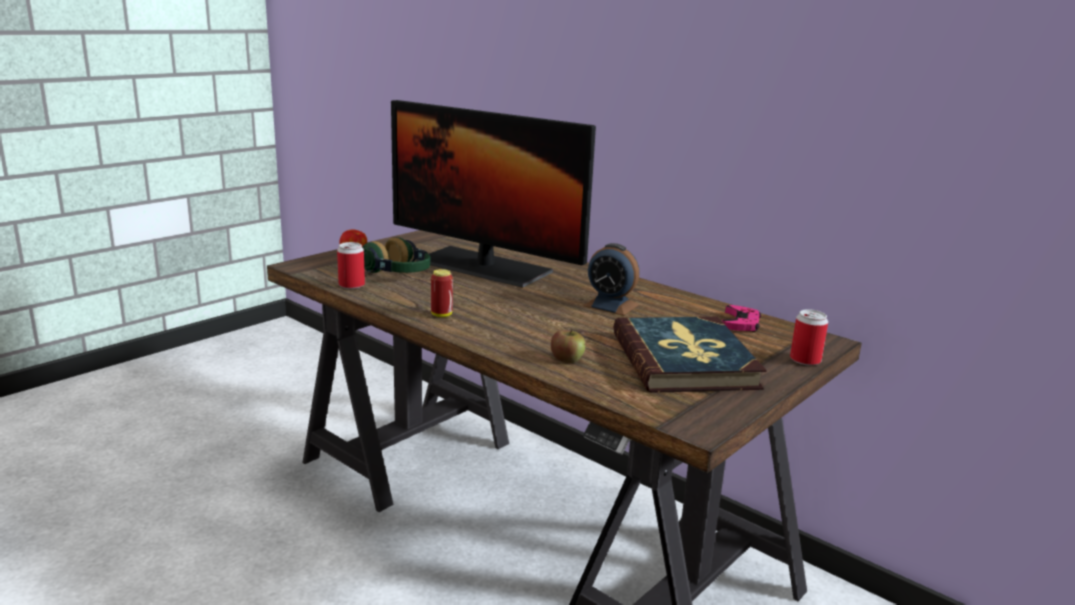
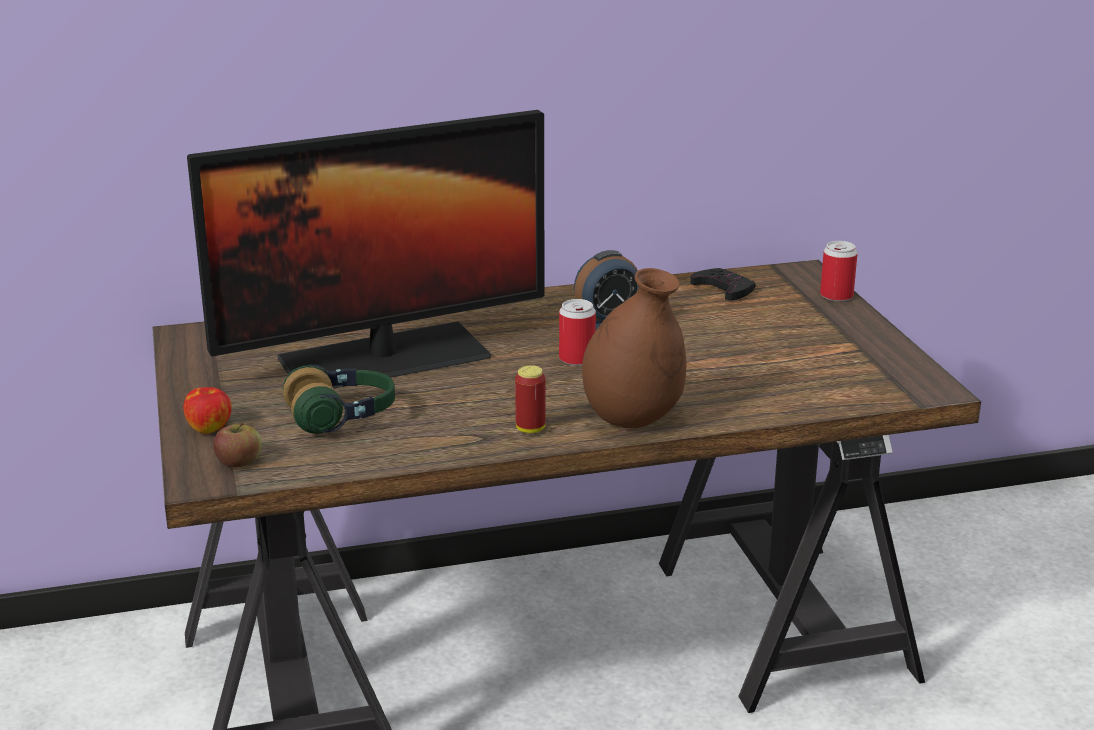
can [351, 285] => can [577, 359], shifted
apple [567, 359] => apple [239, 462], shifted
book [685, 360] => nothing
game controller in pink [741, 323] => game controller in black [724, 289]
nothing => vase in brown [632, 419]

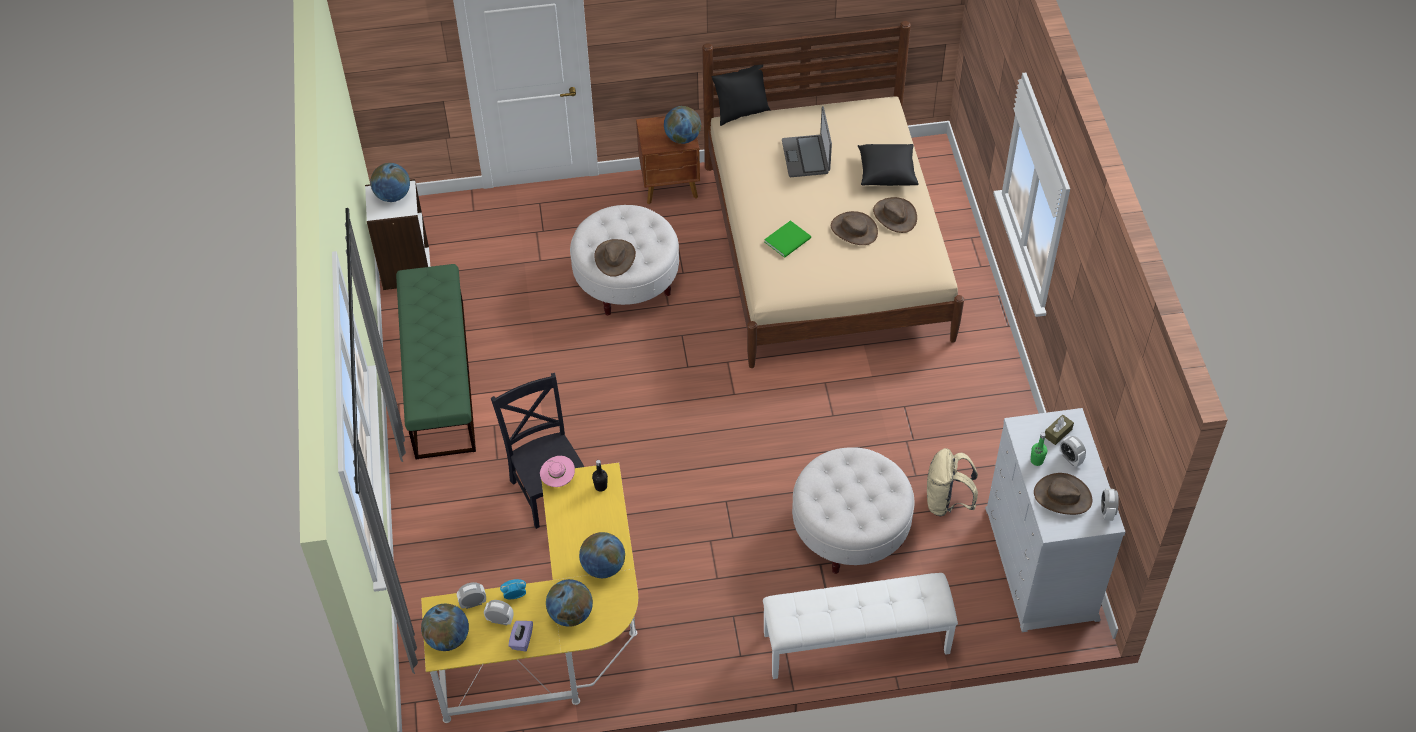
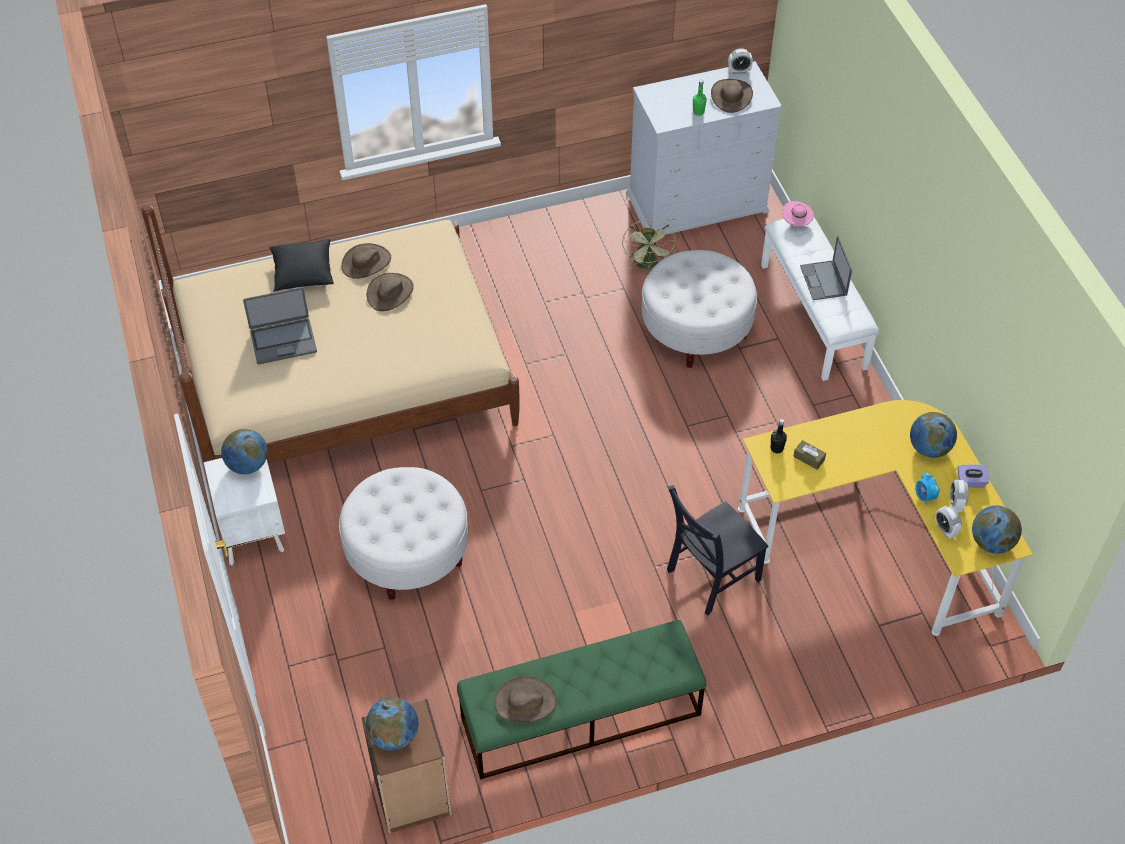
bookcase in white [405, 268] => bookcase in brown [412, 797]
hat in pink [558, 479] => hat in pink [796, 222], shifted
globe [603, 567] => nothing
hat in brown [615, 258] => hat in brown [525, 702], shifted
nightstand in brown [670, 185] => nightstand in white [252, 533]
pillow in black [741, 113] => nothing
book in green [789, 240] => nothing
backpack in beige [947, 502] => fan in green [648, 266]
tissue box in brown [1058, 433] => tissue box in brown [808, 458], shifted
alarm clock [1070, 458] => nothing
nothing => laptop [823, 281]

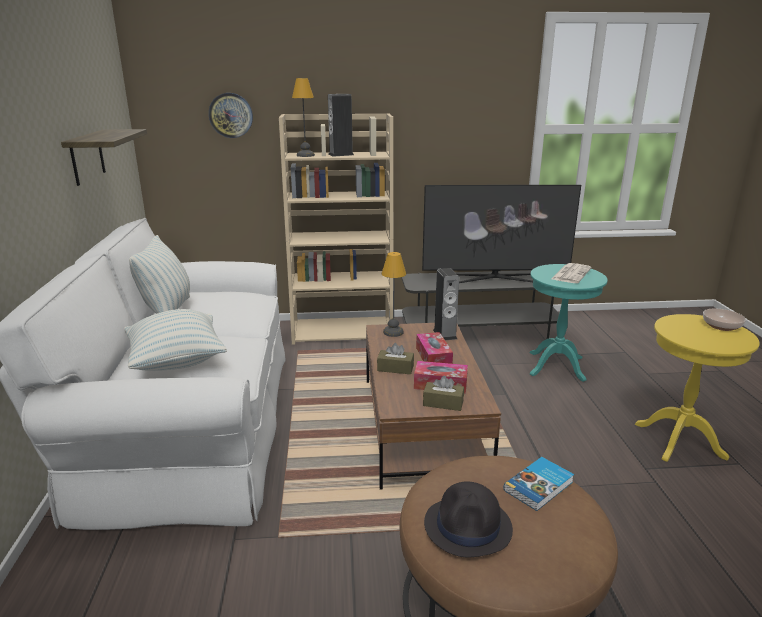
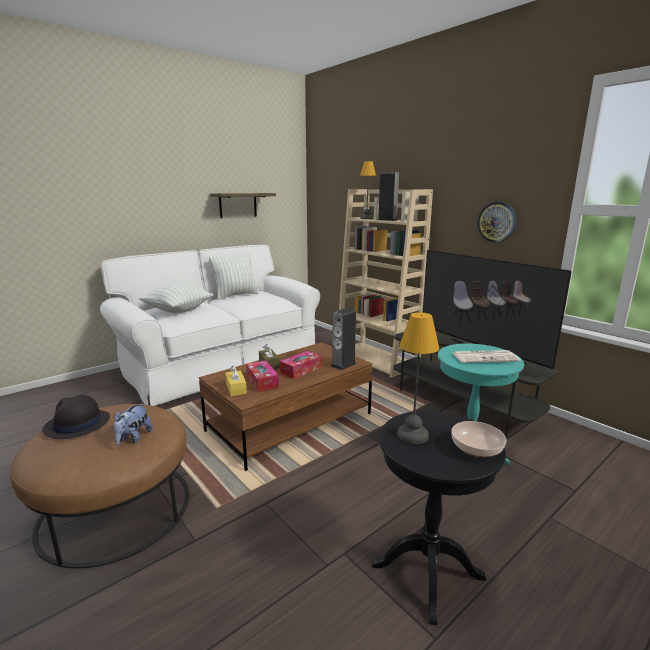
wall clock [231, 115] => wall clock [497, 222], shifted
table lamp [394, 332] => table lamp [413, 435], shifted
tissue box in brown [443, 403] => tissue box in yellow [236, 388]
book [540, 486] => plush toy [133, 438]
side table in yellow [679, 440] => side table in black [427, 571]

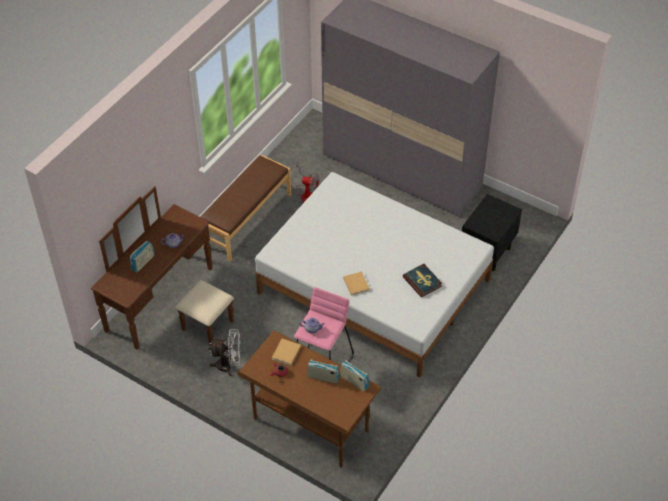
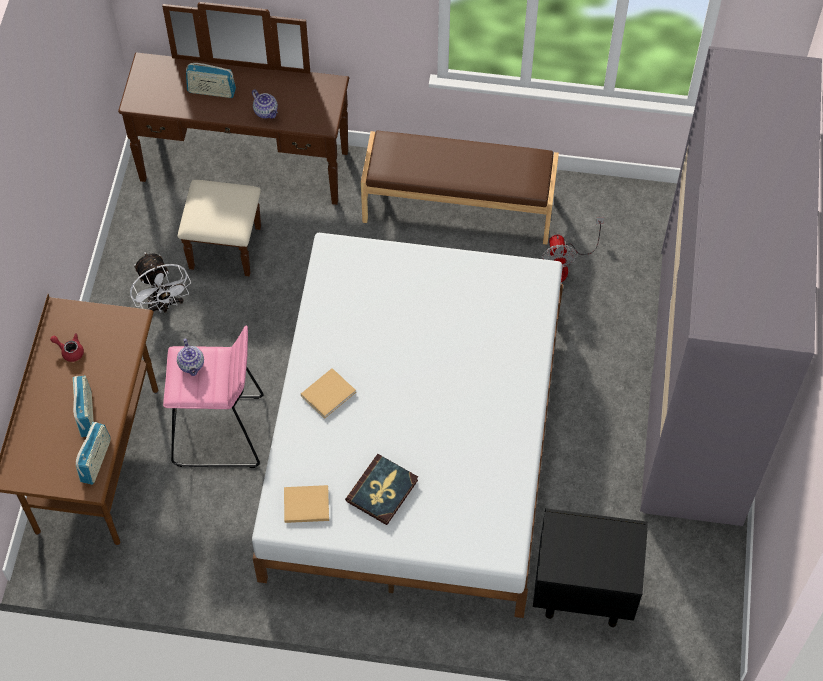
book in beige [286, 353] => book in beige [304, 505], shifted

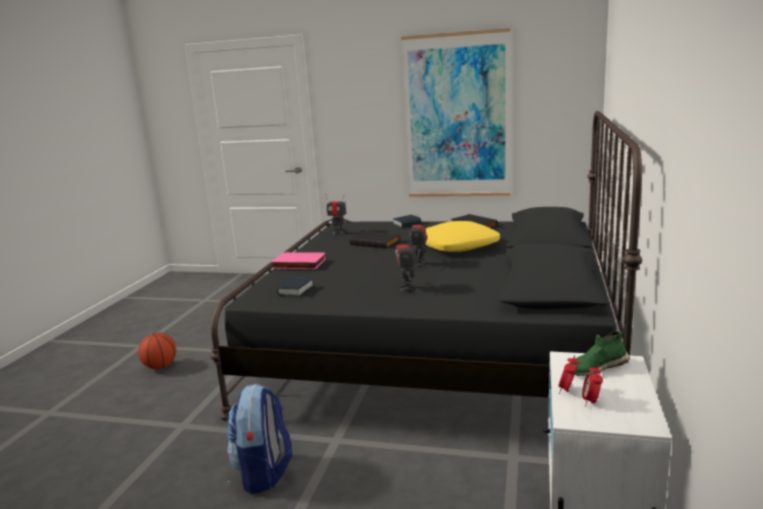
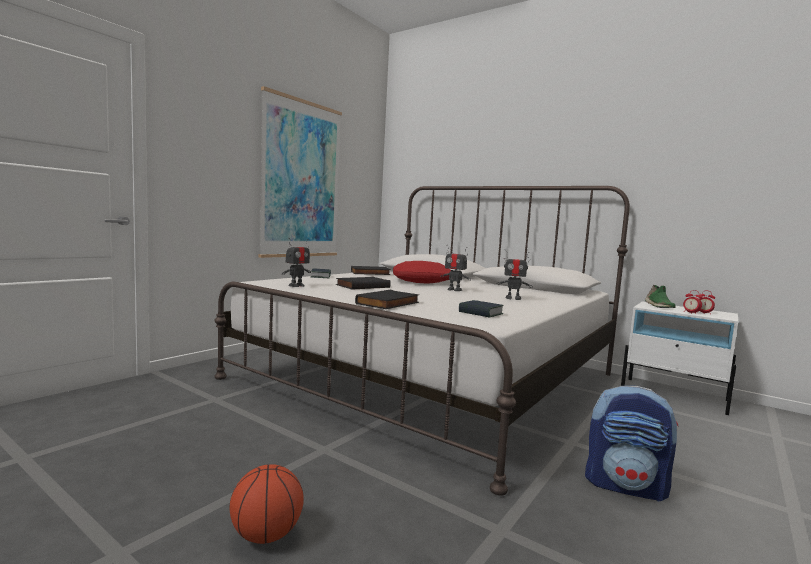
bed in black [437, 349] => bed in white [430, 376]
book in pink [298, 264] => book in black [388, 303]
pillow in yellow [458, 247] => pillow in red [422, 281]

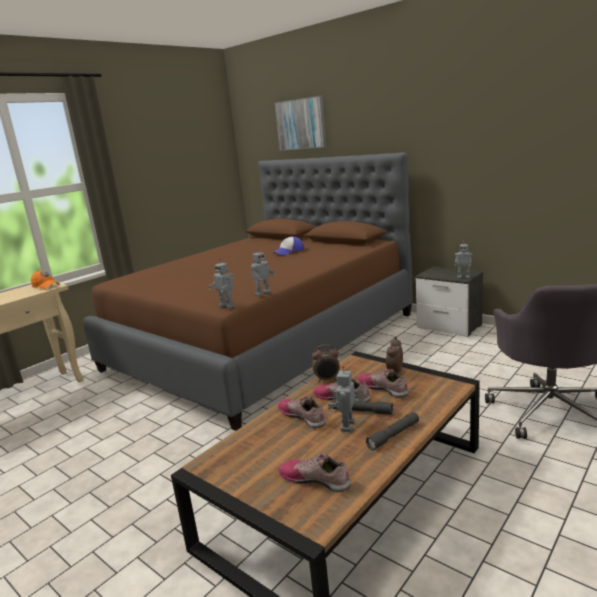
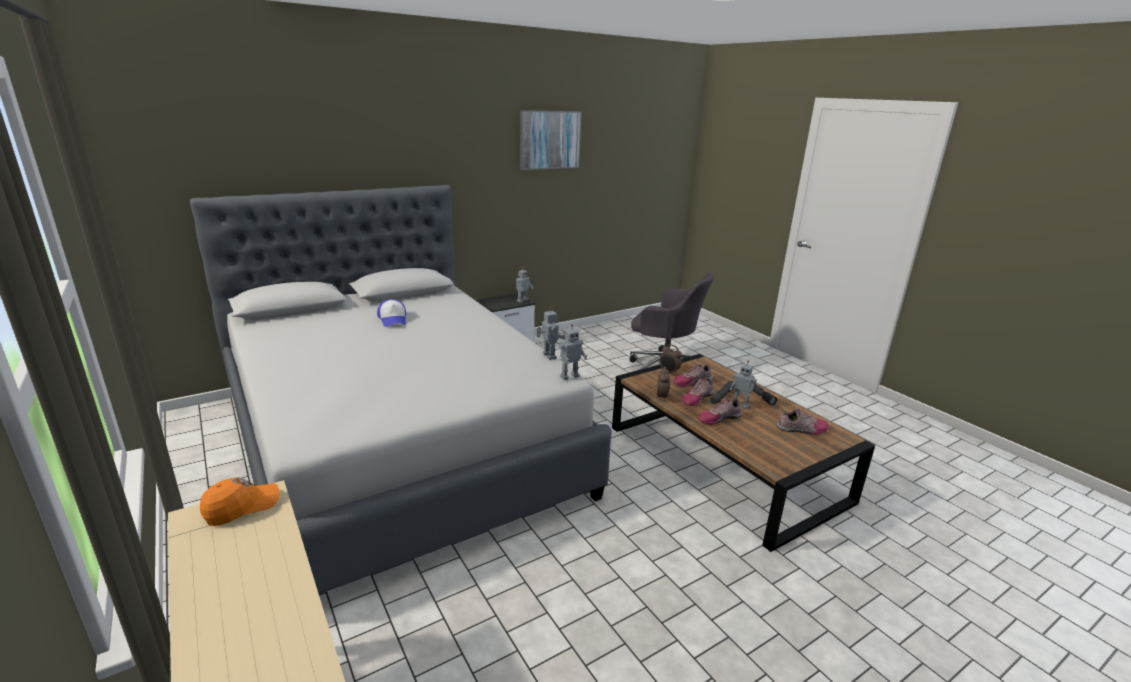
bed in brown [264, 341] => bed in grey [399, 444]
picture [301, 124] => picture [549, 140], shifted
shoe [315, 479] => shoe [802, 429], 135 degrees counterclockwise

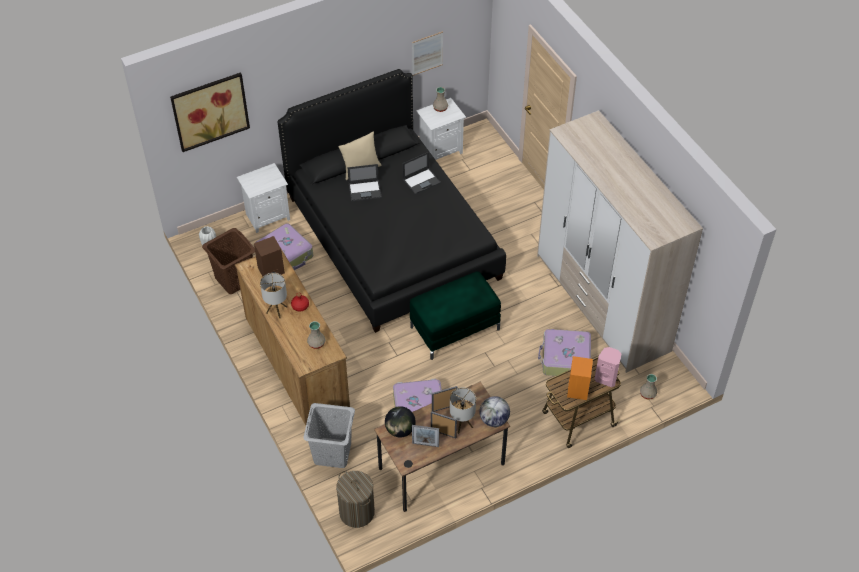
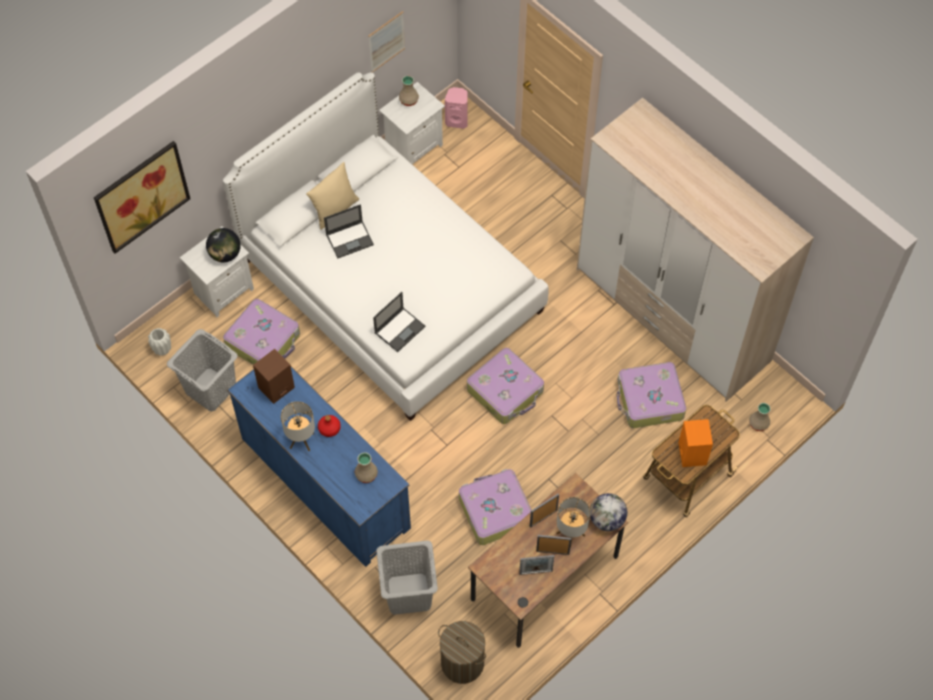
laundry basket in brown [235, 279] => laundry basket in grey [211, 389]
dresser in brown [296, 361] => dresser in blue [325, 482]
bed in black [392, 237] => bed in white [391, 284]
globe [400, 430] => globe [225, 254], shifted
laptop [422, 181] => laptop [400, 329], shifted
ottoman in green [455, 328] => suitcase [506, 391]
speaker in pink [606, 378] => speaker in pink [457, 120], shifted

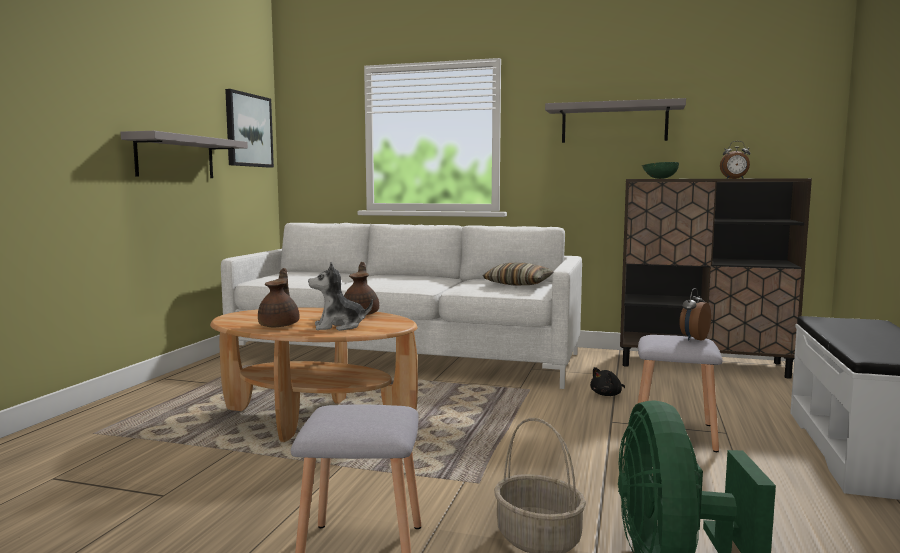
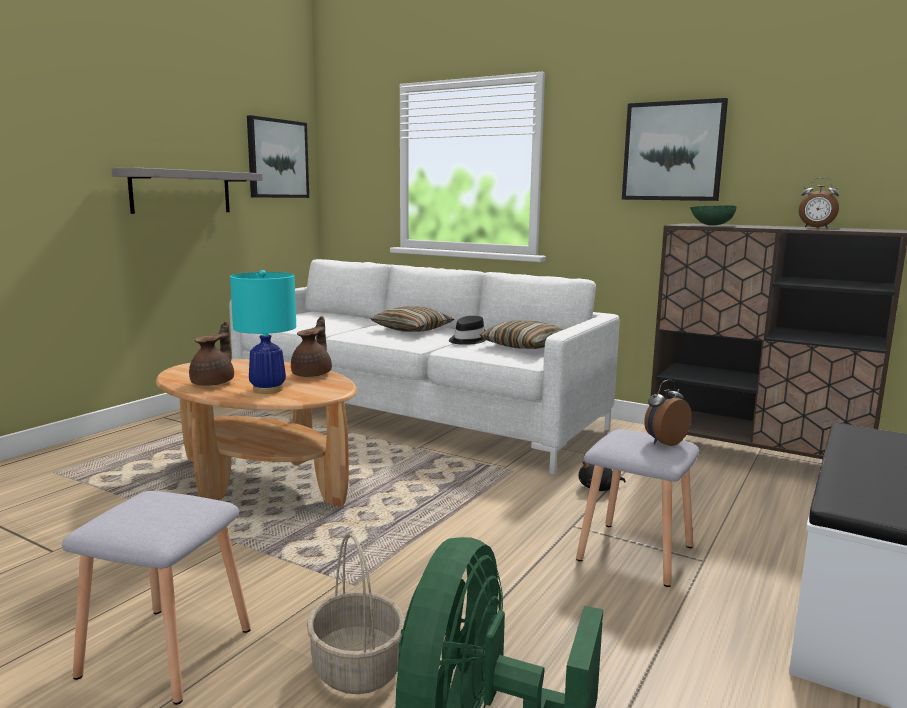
plush toy [339, 326] => table lamp in turquoise [268, 390]
shelf in grey [614, 123] => picture [673, 151]
nothing => pillow [412, 329]
nothing => hat in black [467, 340]

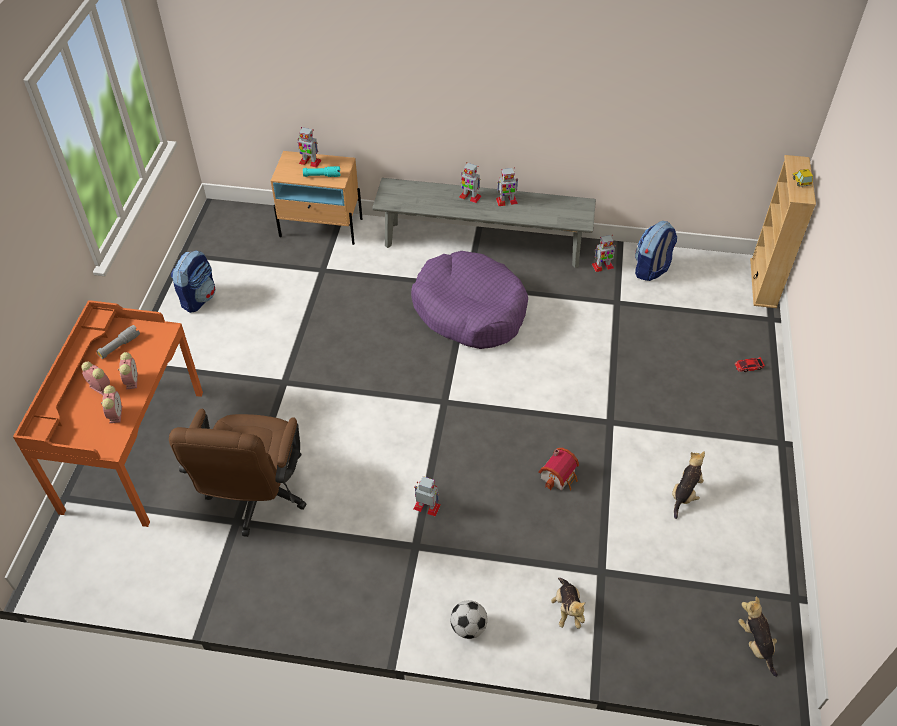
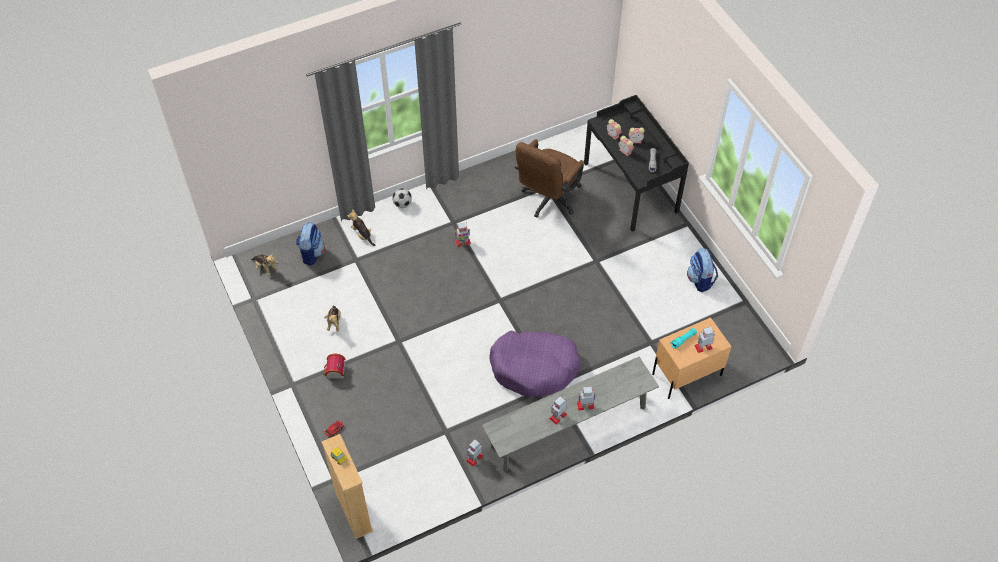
desk in orange [132, 450] => desk in black [631, 187]
office chair in brown [256, 498] => office chair in brown [548, 200], 120 degrees counterclockwise
toy house [559, 476] => toy house [334, 372], shifted
backpack [651, 269] => backpack [311, 253], shifted

